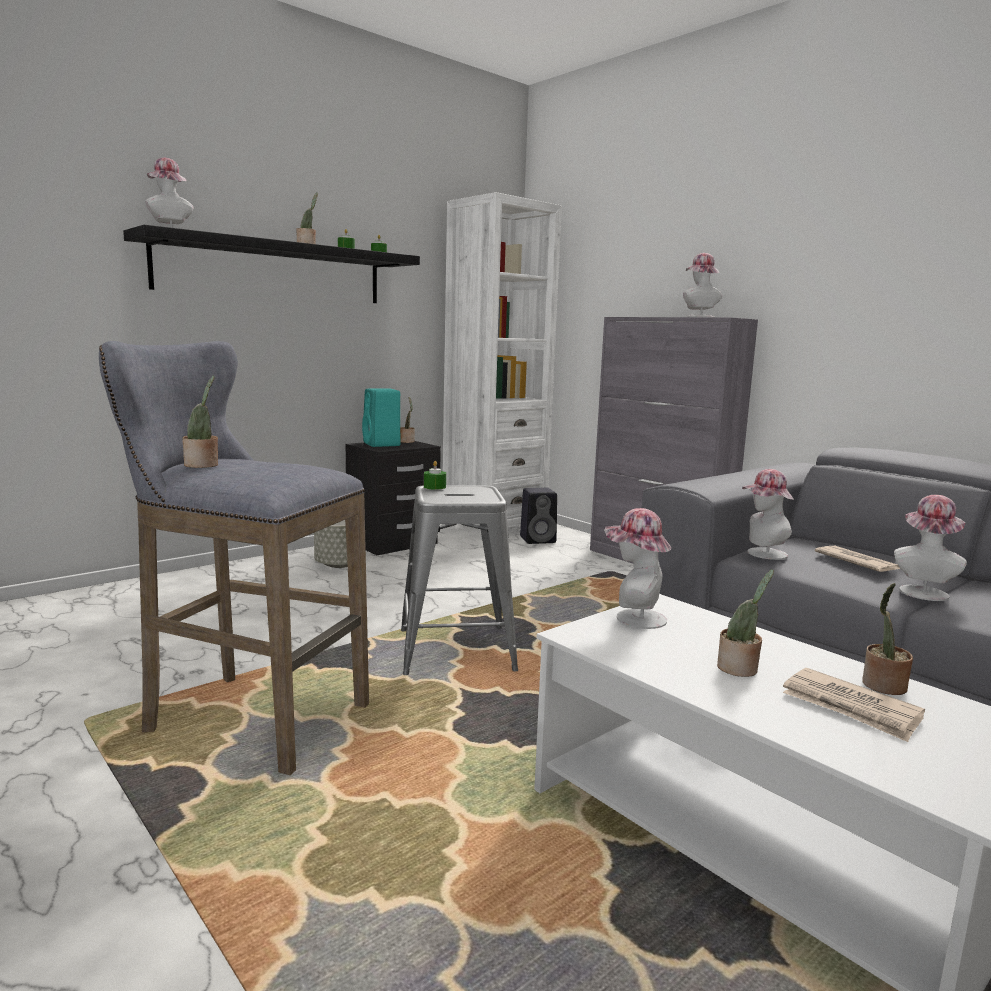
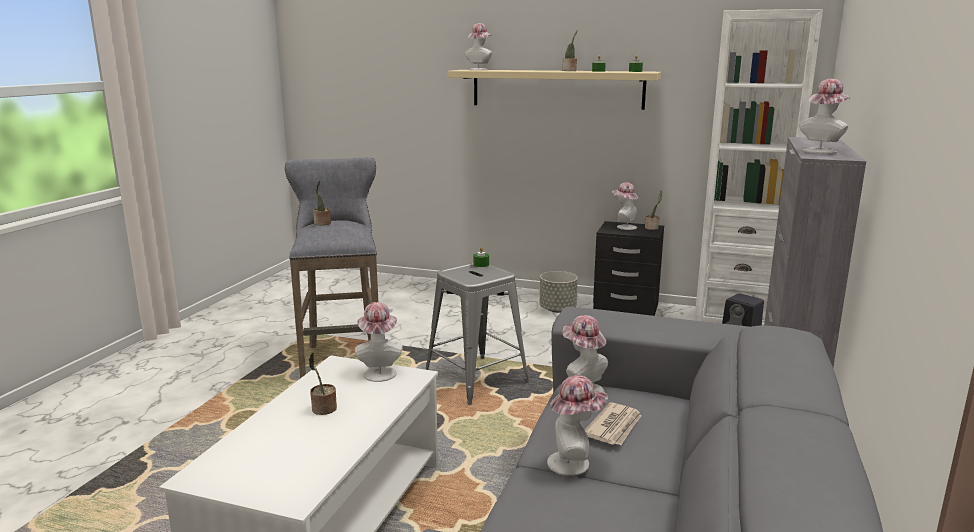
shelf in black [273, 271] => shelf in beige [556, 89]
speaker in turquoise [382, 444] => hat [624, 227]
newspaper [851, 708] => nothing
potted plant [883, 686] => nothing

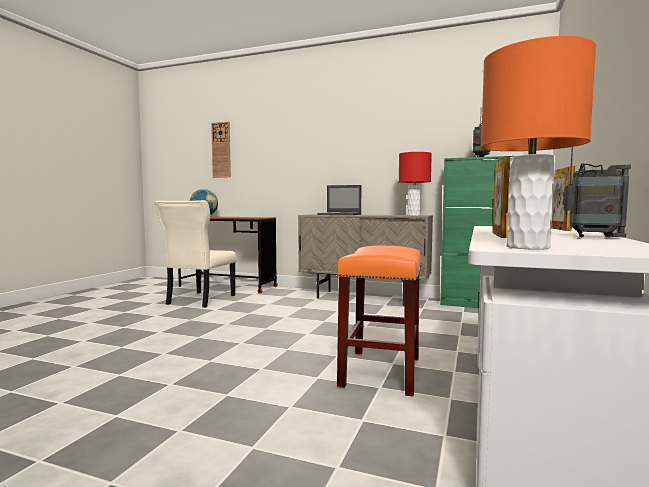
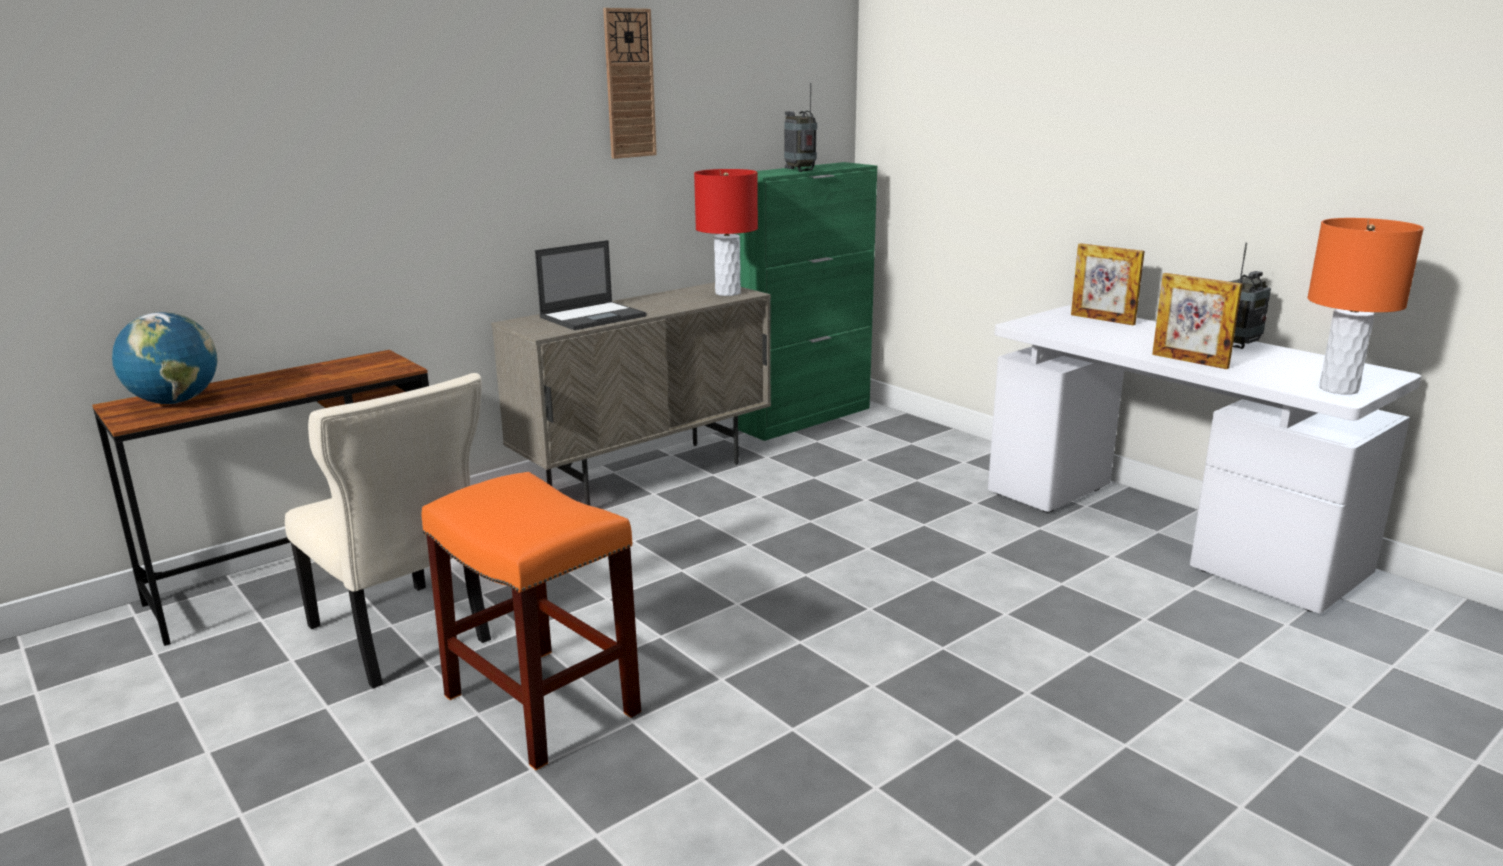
wall clock [221, 150] => wall clock [629, 84], shifted
stool in orange [380, 371] => stool in orange [539, 704], shifted

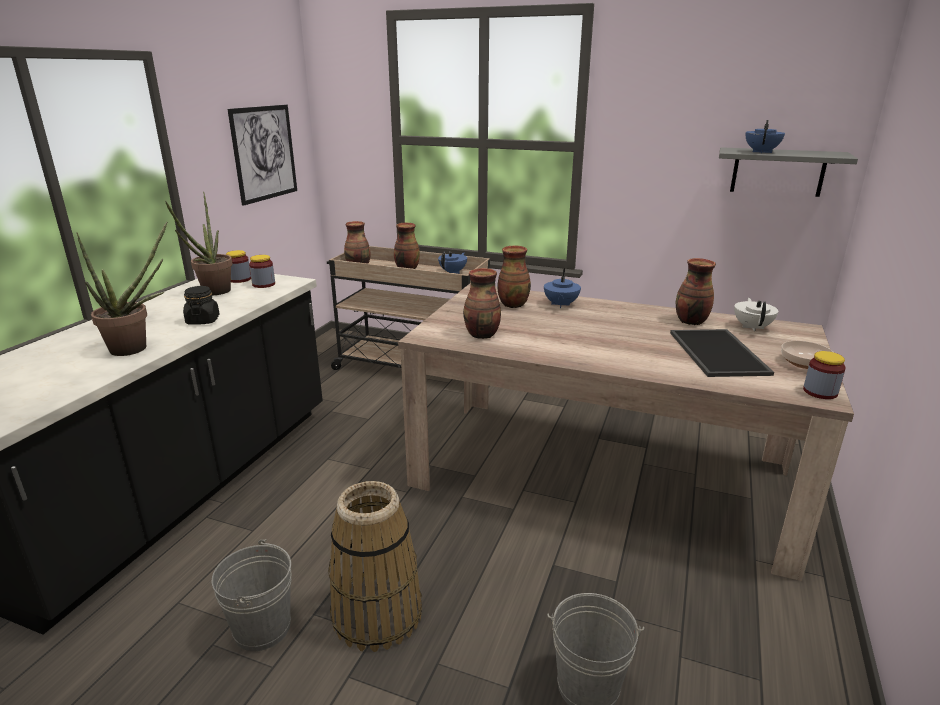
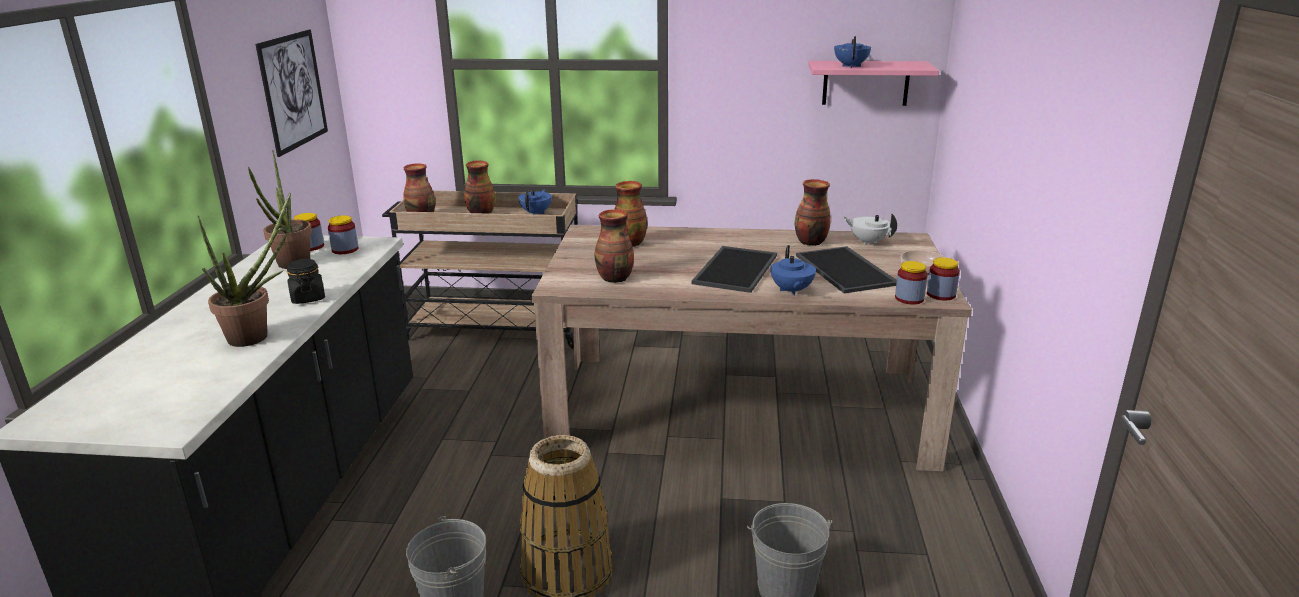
teapot in blue [560, 305] => teapot in blue [791, 290], shifted
shelf in grey [778, 172] => shelf in pink [865, 83]
teapot in white [752, 327] => teapot in white [868, 242], 45 degrees counterclockwise
nothing => tray [734, 269]
nothing => jar [909, 298]

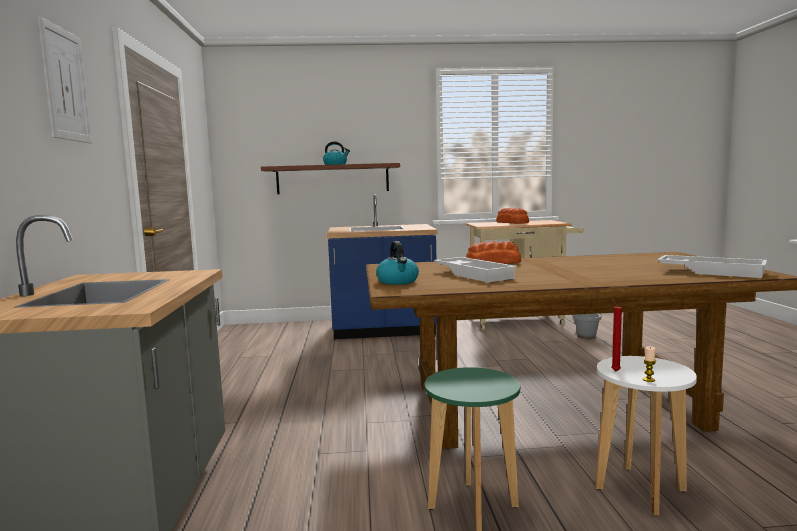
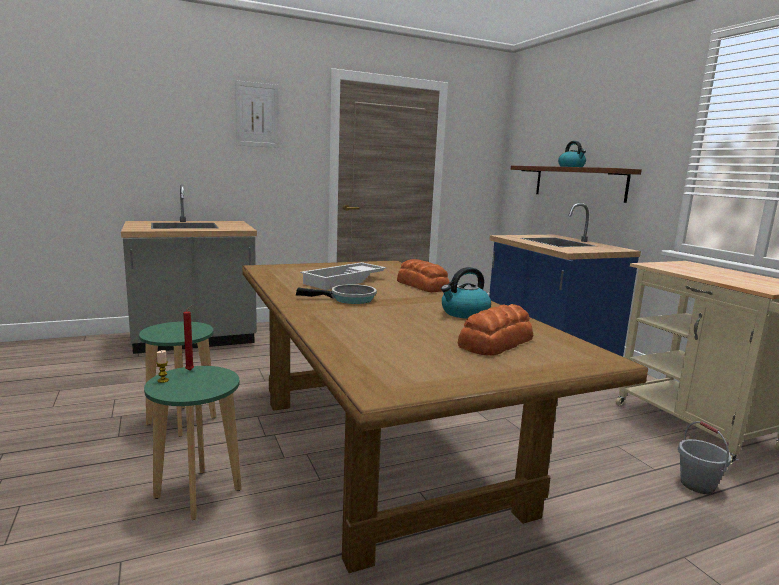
kettle [398, 281] => kettle [464, 313], shifted
bread [512, 222] => bread [494, 343], shifted
stool in white [640, 490] => stool in green [197, 493]
tray in white [711, 272] => nothing
nothing => frying pan [349, 299]

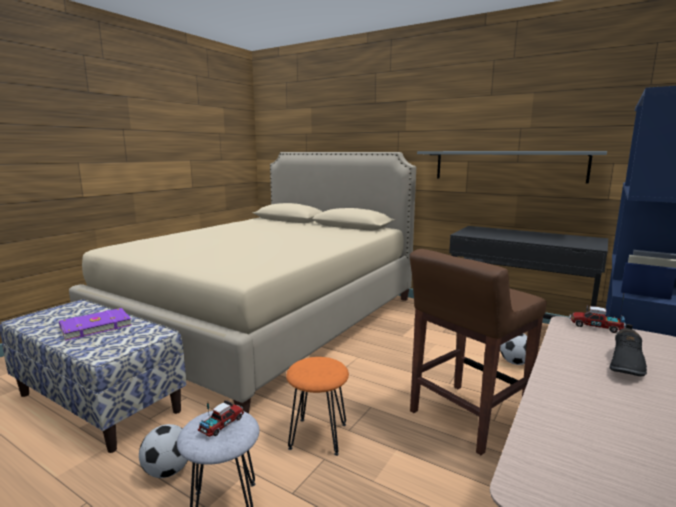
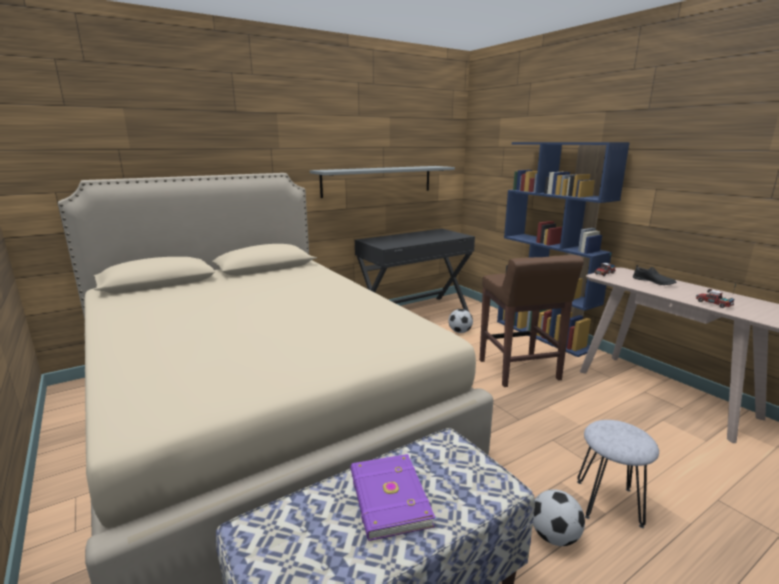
toy truck [222, 424] => toy truck [713, 304], shifted
stool in orange [318, 435] => nothing

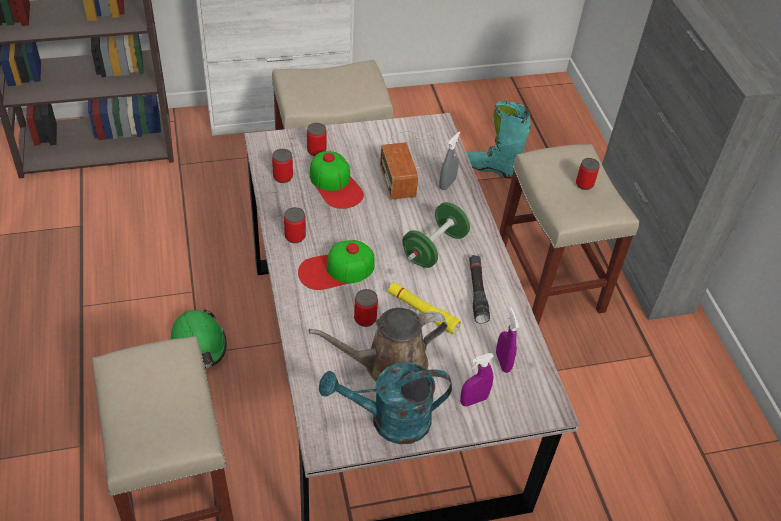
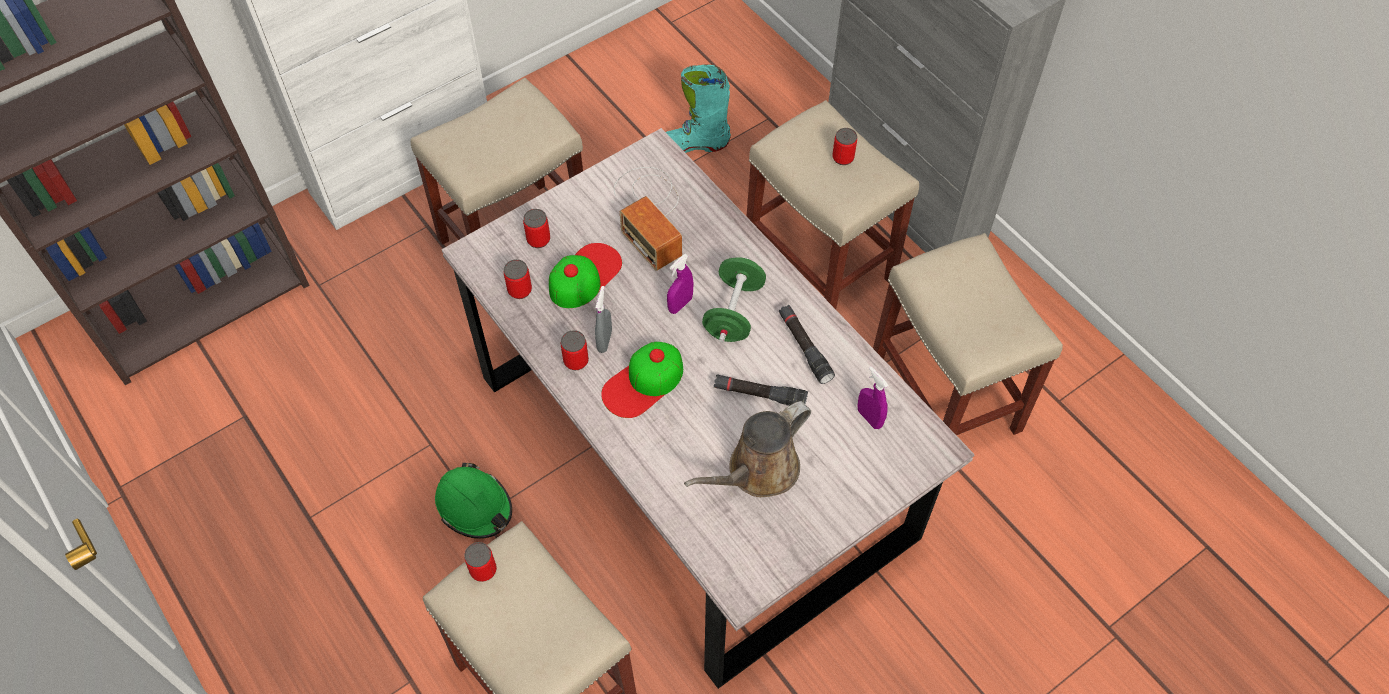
cap [335, 184] => cap [584, 275], 90 degrees counterclockwise
watering can in turquoise [389, 421] => nothing
can [365, 318] => can [483, 570], shifted
flashlight in yellow [422, 311] => flashlight in black [760, 394]
spray bottle in grey [447, 184] => spray bottle in grey [604, 341], shifted
spray bottle in purple [473, 400] => spray bottle in purple [680, 304], shifted
nothing => stool in beige [946, 397]

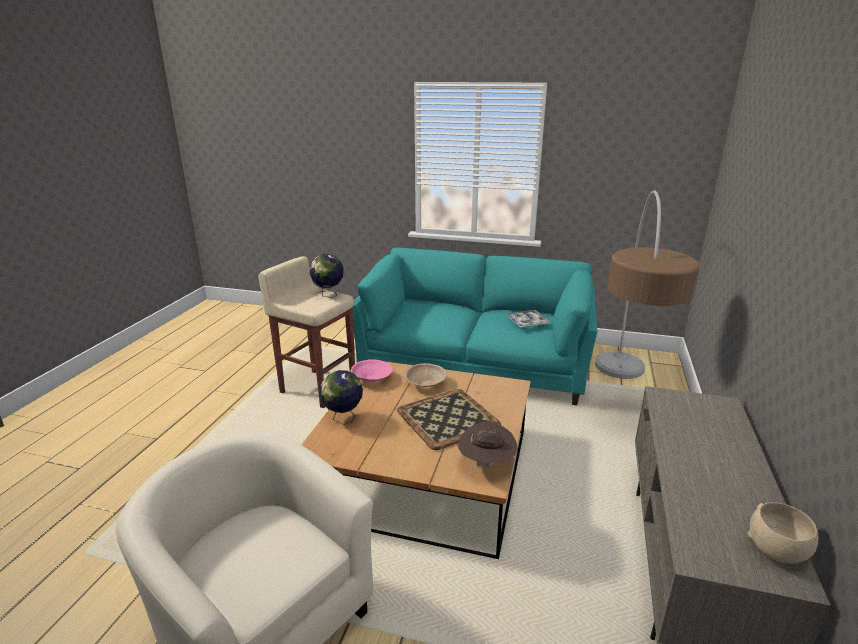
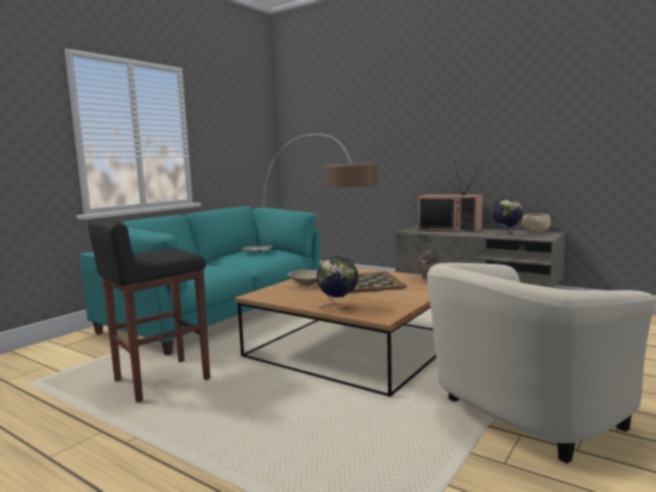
stool in beige [318, 388] => stool in black [160, 380]
globe [328, 295] => globe [506, 235], shifted
bowl in pink [372, 379] => nothing
nothing => television [451, 229]

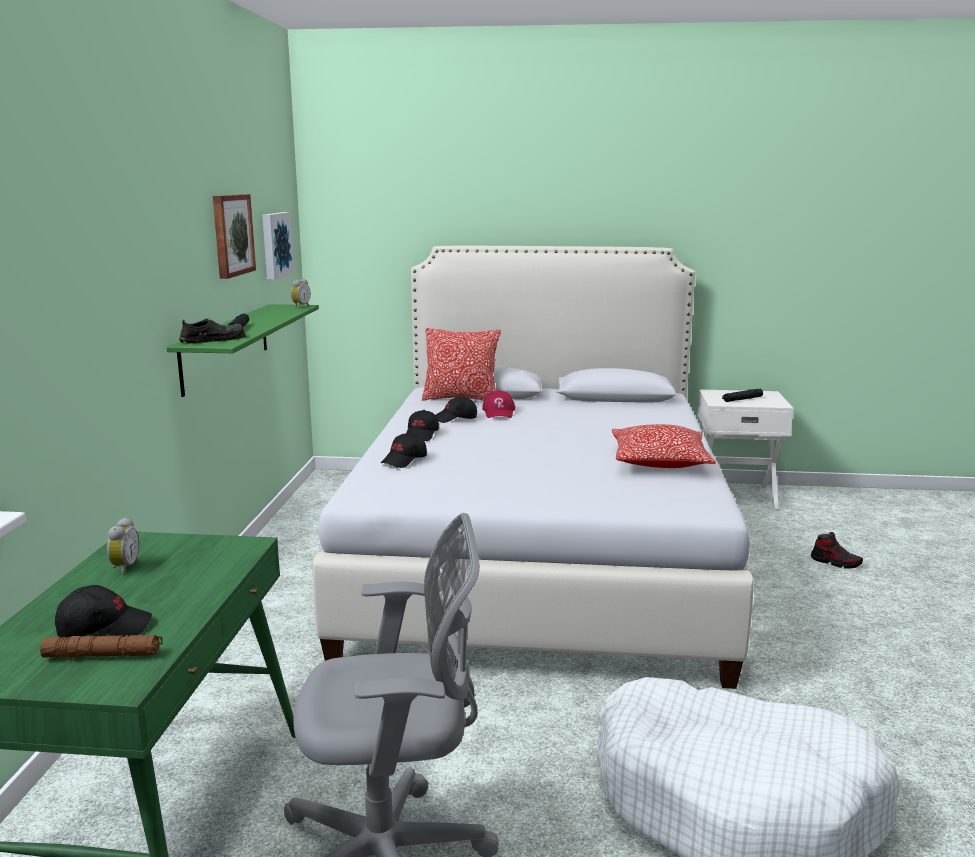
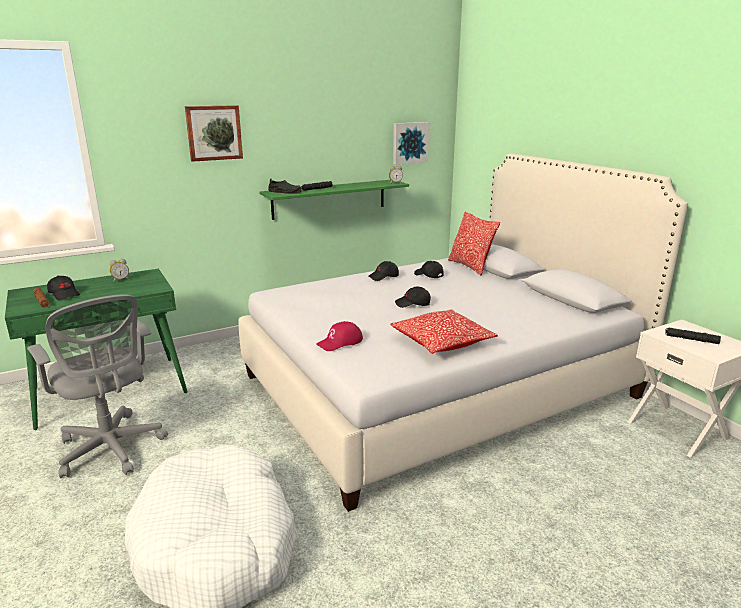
picture [231, 235] => picture [214, 133], shifted
cap in black [404, 460] => cap in black [413, 304], shifted
cap in red [499, 412] => cap in red [340, 342], shifted
shoe [835, 562] => nothing

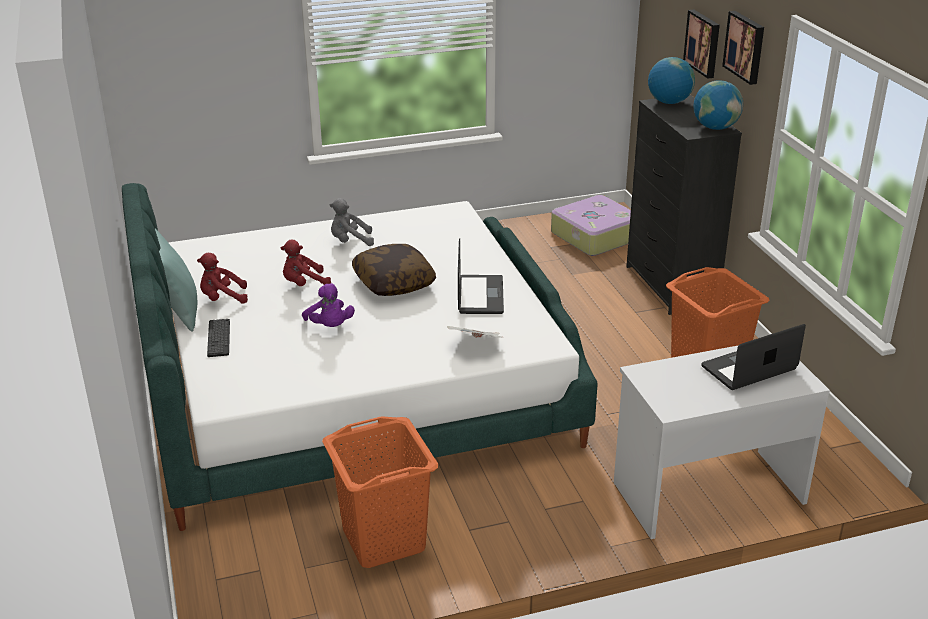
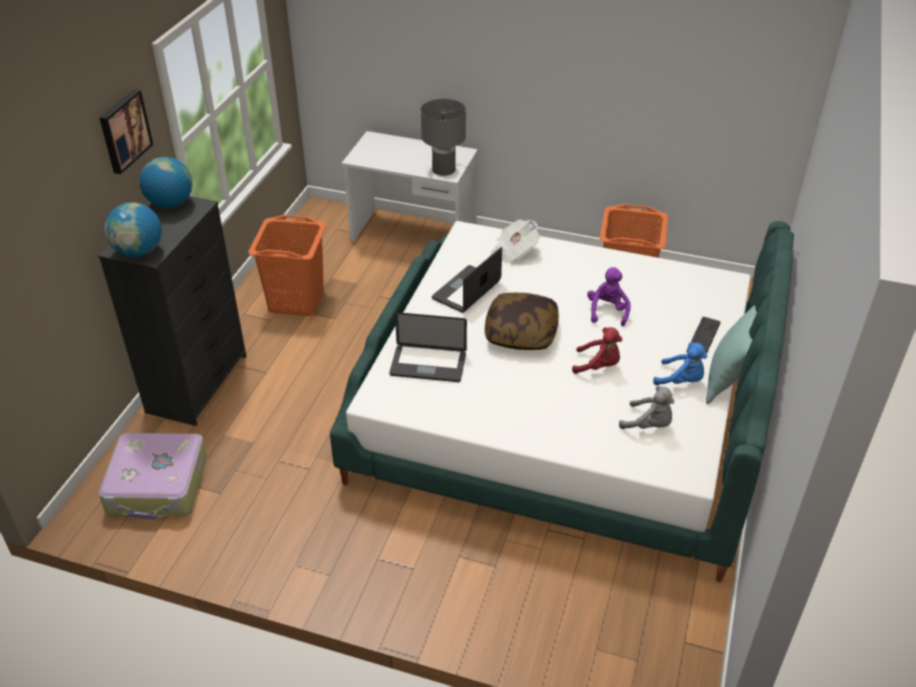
plush toy in red [222, 298] => plush toy in blue [681, 380]
plush toy in grey [350, 241] => plush toy in grey [649, 424], shifted
picture [703, 43] => nothing
laptop [749, 368] => laptop [428, 364], shifted
nothing => table lamp in grey [443, 169]

